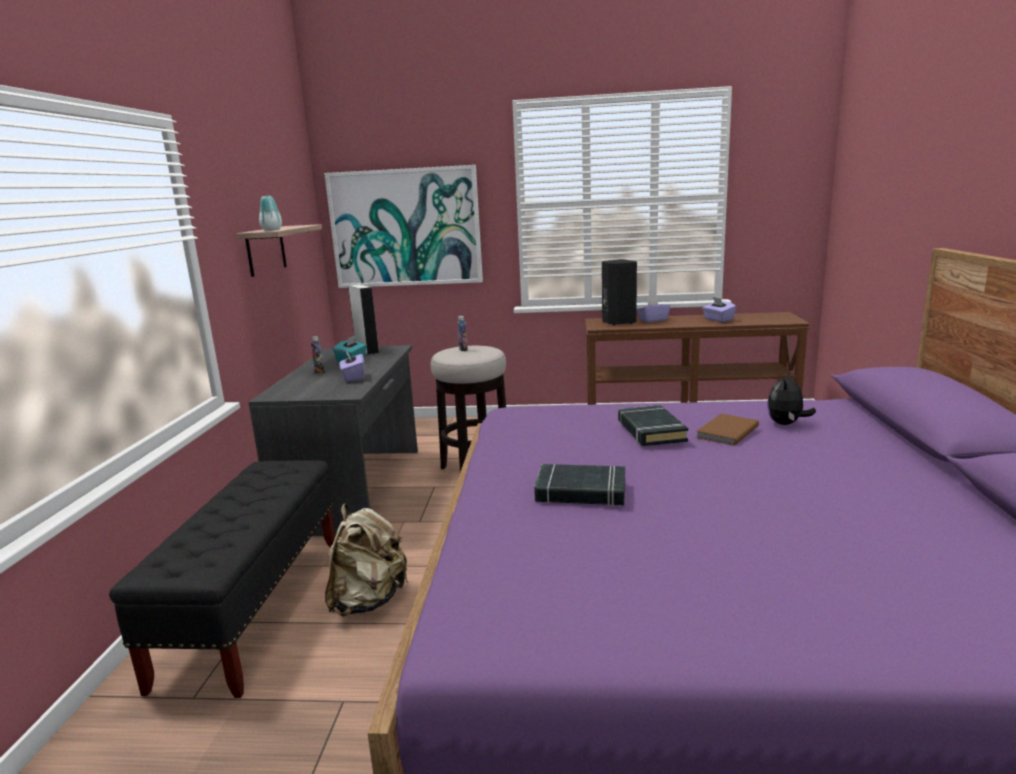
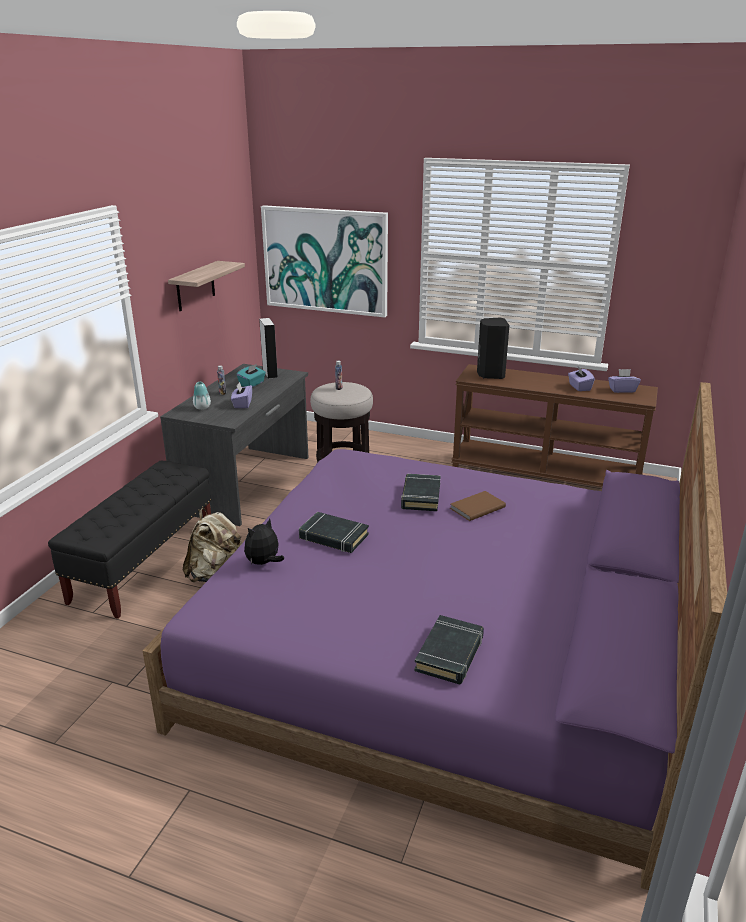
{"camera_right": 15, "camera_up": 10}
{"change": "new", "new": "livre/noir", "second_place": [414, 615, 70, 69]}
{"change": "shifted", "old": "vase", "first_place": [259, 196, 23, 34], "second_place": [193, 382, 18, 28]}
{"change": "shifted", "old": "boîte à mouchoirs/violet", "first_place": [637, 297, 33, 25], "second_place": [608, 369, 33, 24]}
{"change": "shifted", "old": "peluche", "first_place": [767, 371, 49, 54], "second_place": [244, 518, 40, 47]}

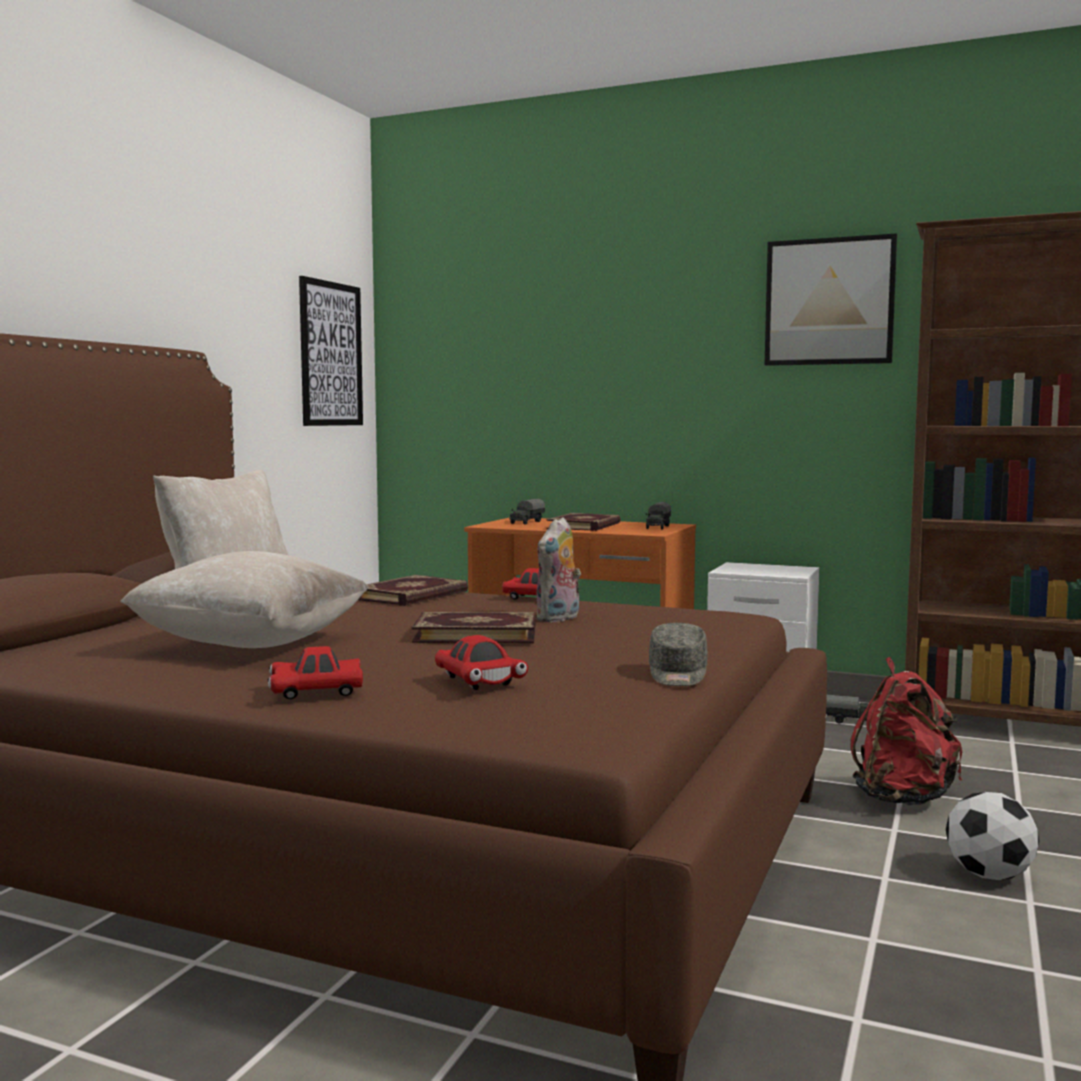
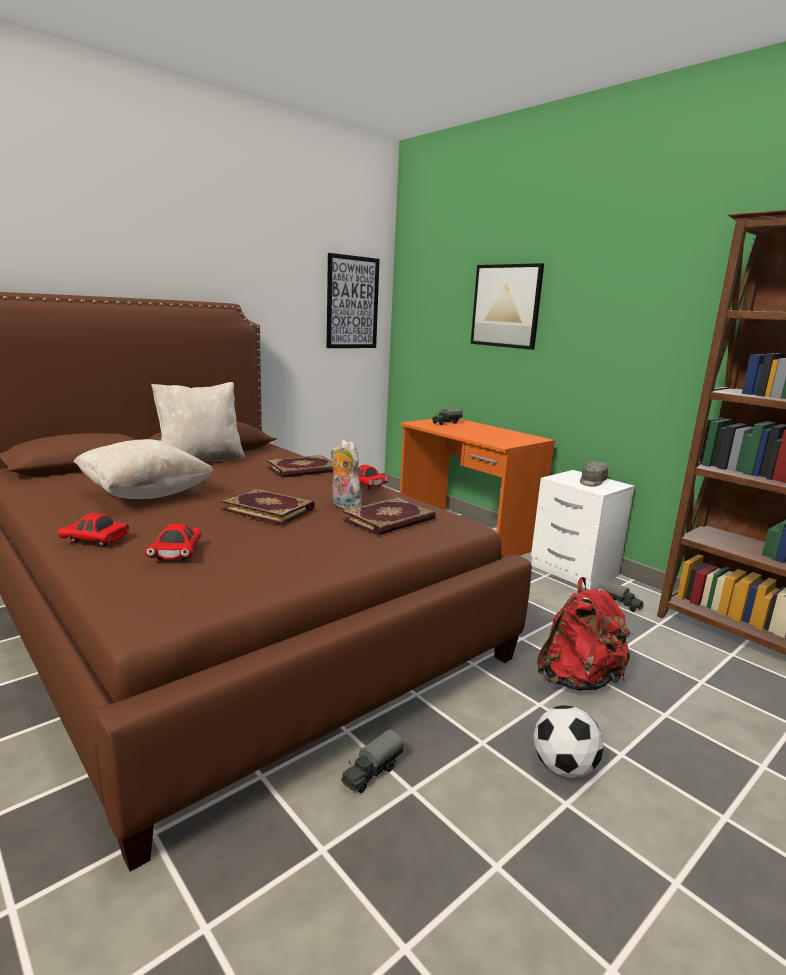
{"camera_right": 25, "camera_up": 10}
{"change": "shifted", "old": "livre", "first_place": [546, 513, 75, 18], "second_place": [342, 497, 94, 39]}
{"change": "shifted", "old": "camion jouet", "first_place": [646, 502, 25, 27], "second_place": [341, 730, 63, 63]}
{"change": "shifted", "old": "casquette/gris", "first_place": [649, 623, 59, 63], "second_place": [580, 461, 28, 26]}
{"change": "shifted", "old": "tableau", "first_place": [764, 233, 133, 133], "second_place": [471, 263, 73, 87]}
{"change": "rotated", "old": "peluche", "first_place": [536, 517, 45, 106], "second_place": [331, 440, 32, 70], "degrees": 75}

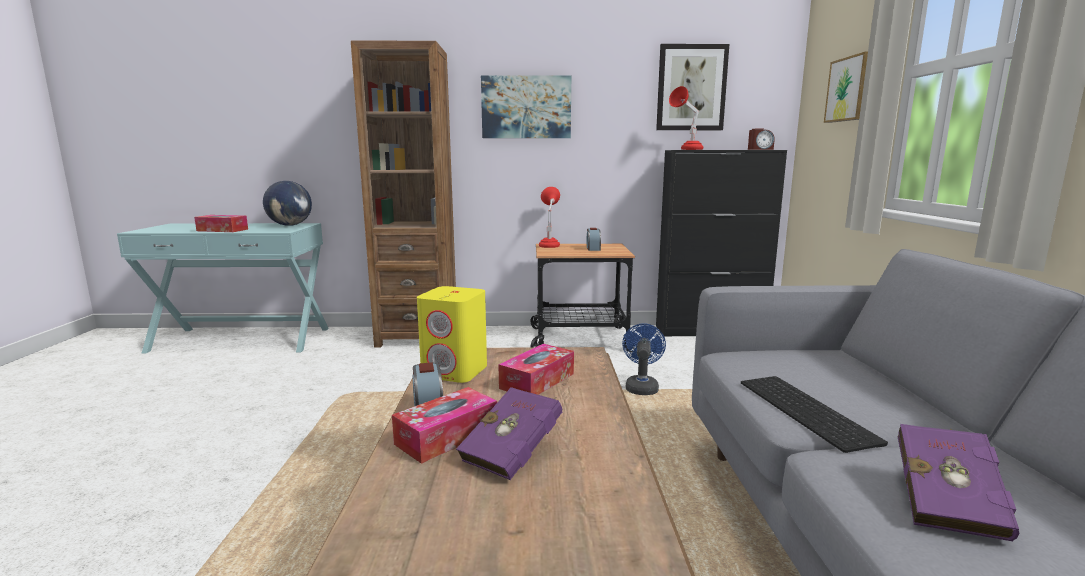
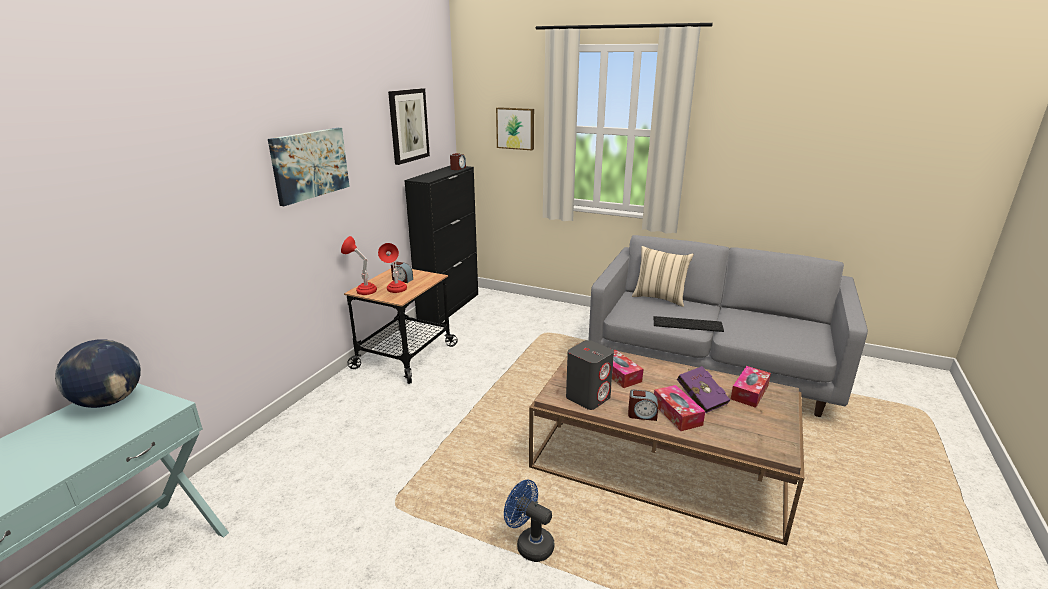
{"camera_right": -65, "camera_up": 10}
{"change": "gone", "old": "bibliothèque/marron", "first_place": [351, 40, 105, 307]}
{"change": "gone", "old": "livre/violet", "first_place": [898, 424, 121, 117]}
{"change": "new", "new": "coussin/beige", "second_place": [632, 246, 62, 61]}
{"change": "shifted", "old": "boîte à mouchoirs", "first_place": [194, 215, 54, 17], "second_place": [731, 366, 40, 42]}
{"change": "shifted", "old": "ventilateur/bleu", "first_place": [622, 323, 44, 72], "second_place": [504, 479, 50, 83]}
{"change": "shifted", "old": "lampe de table/rouge", "first_place": [669, 86, 35, 64], "second_place": [378, 243, 29, 50]}
{"change": "repainted", "old": "enceinte/jaune", "new": "enceinte/gris", "first_place": [417, 286, 70, 97], "second_place": [566, 340, 48, 70]}

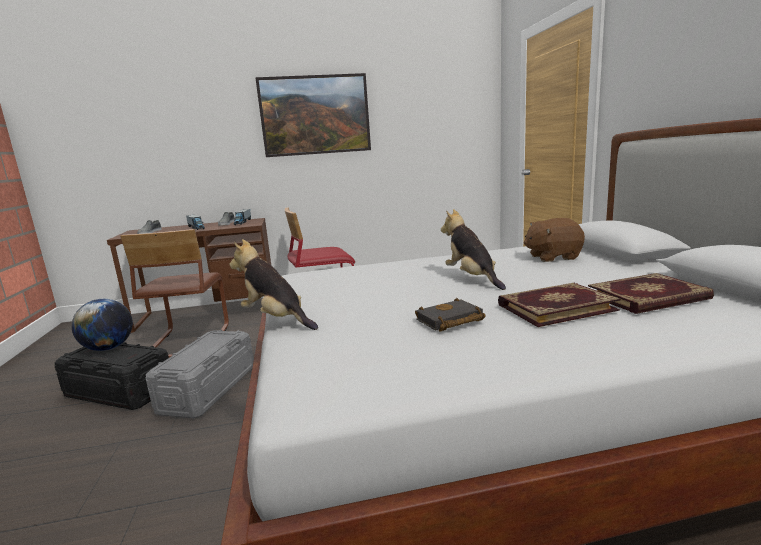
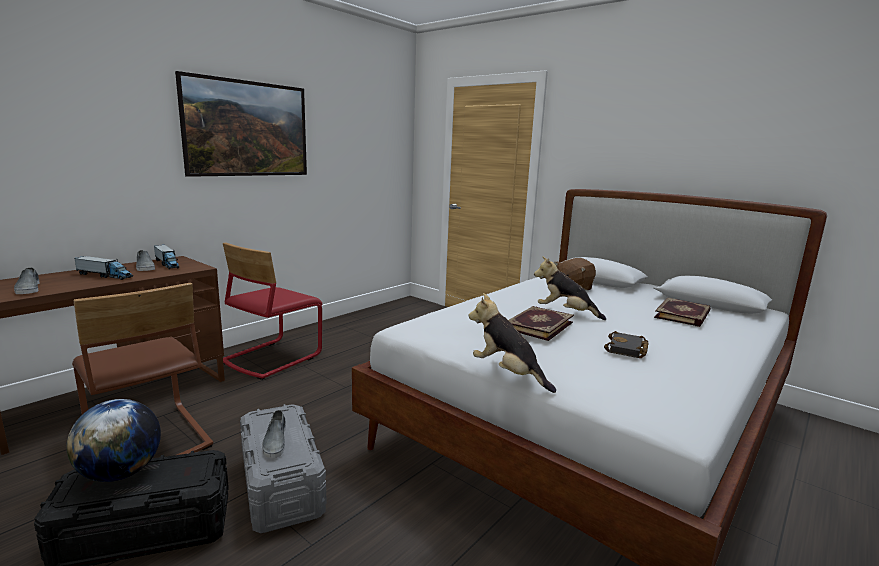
{"camera_right": -40, "camera_up": 0}
{"change": "new", "new": "chaussure/gris", "second_place": [262, 410, 24, 48]}
{"change": "shifted", "old": "livre", "first_place": [498, 283, 123, 44], "second_place": [509, 306, 65, 35]}
{"change": "rotated", "old": "peluche", "first_place": [229, 239, 89, 91], "second_place": [469, 293, 87, 100], "degrees": 45}

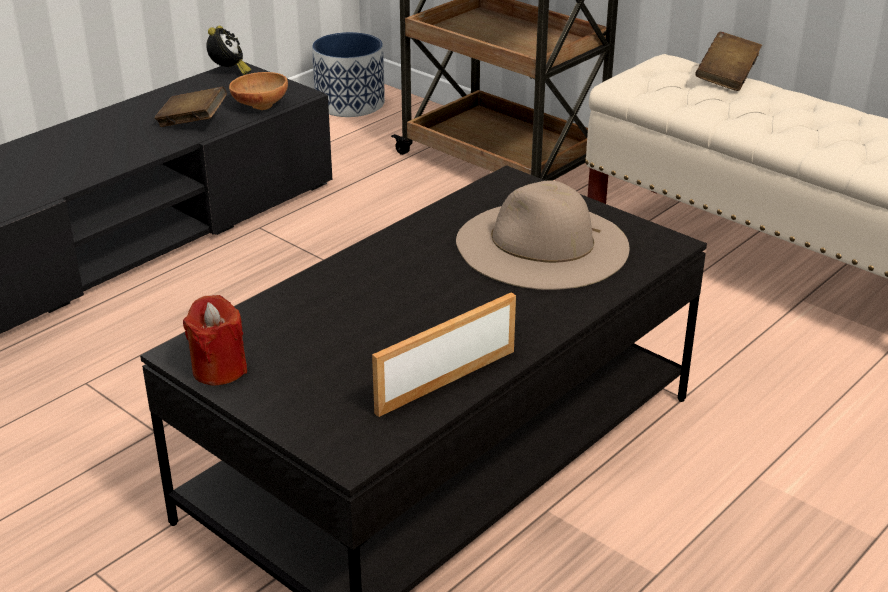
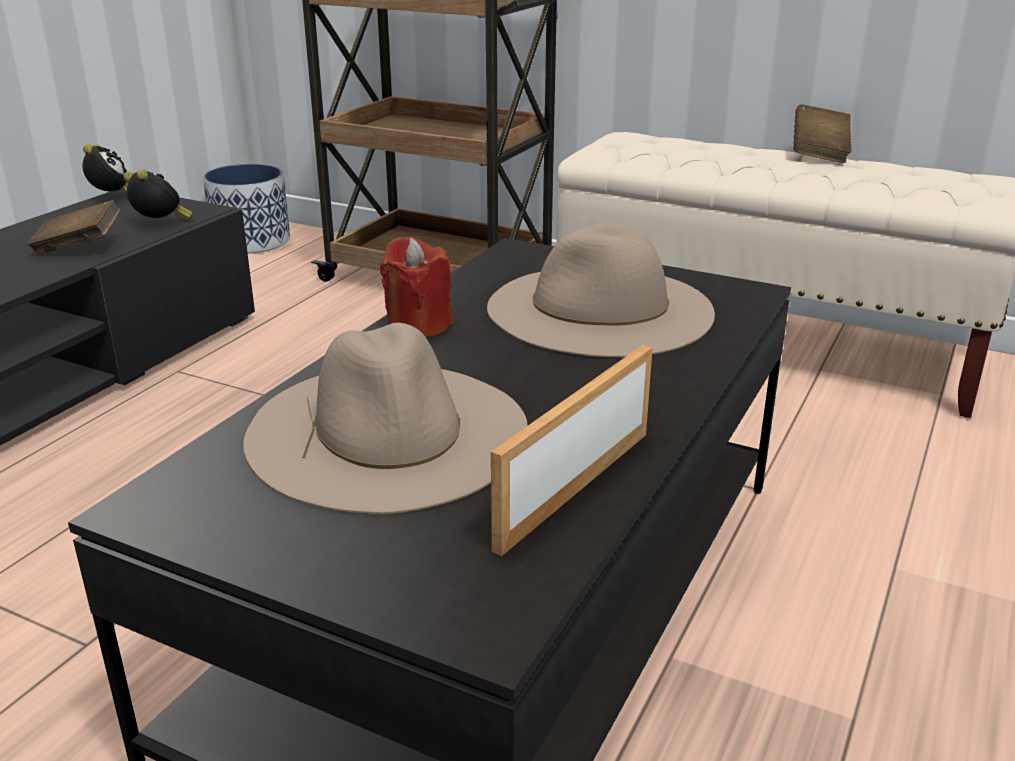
{"camera_right": -15, "camera_up": -5}
{"change": "new", "new": "chapeau/beige", "second_place": [243, 323, 285, 191]}
{"change": "shifted", "old": "bougie/rouge", "first_place": [183, 295, 64, 91], "second_place": [380, 237, 72, 100]}
{"change": "shifted", "old": "livre/marron", "first_place": [695, 32, 67, 59], "second_place": [794, 104, 58, 59]}
{"change": "swapped", "old": "bol/marron", "new": "réveil", "first_place": [229, 72, 59, 38], "second_place": [124, 169, 69, 50]}

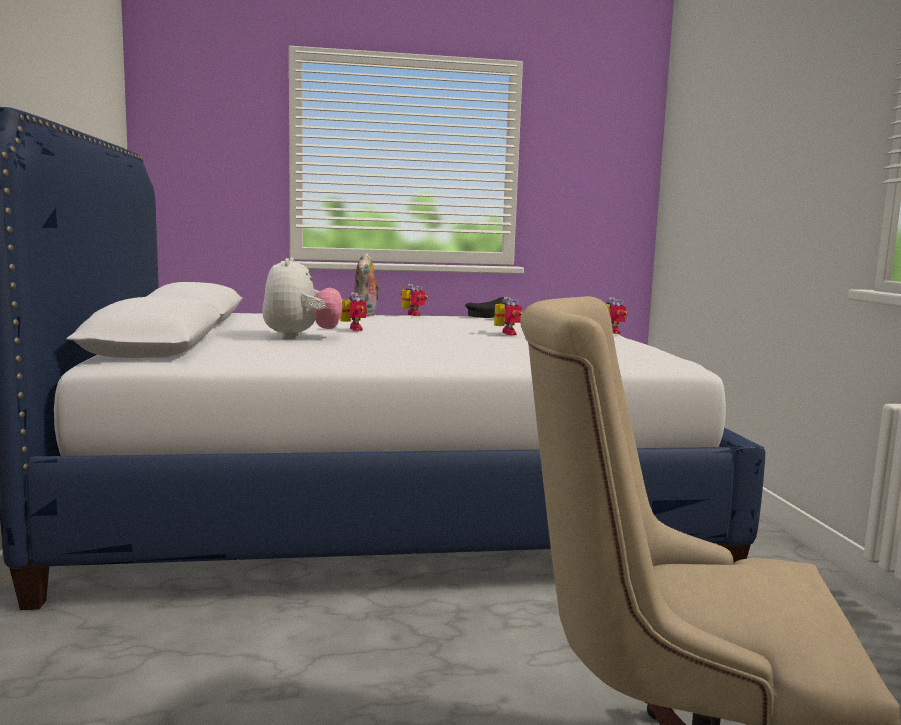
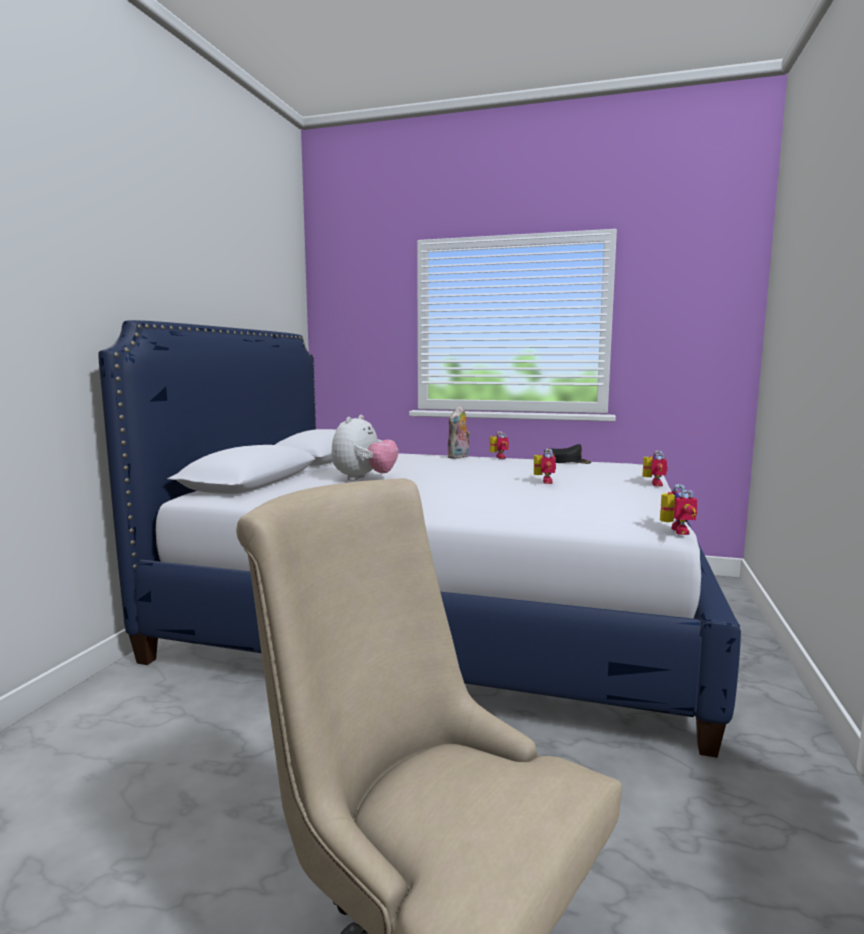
{"camera_right": 25, "camera_up": 0}
{"change": "shifted", "old": "robot jouet", "first_place": [340, 292, 27, 39], "second_place": [660, 484, 38, 51]}

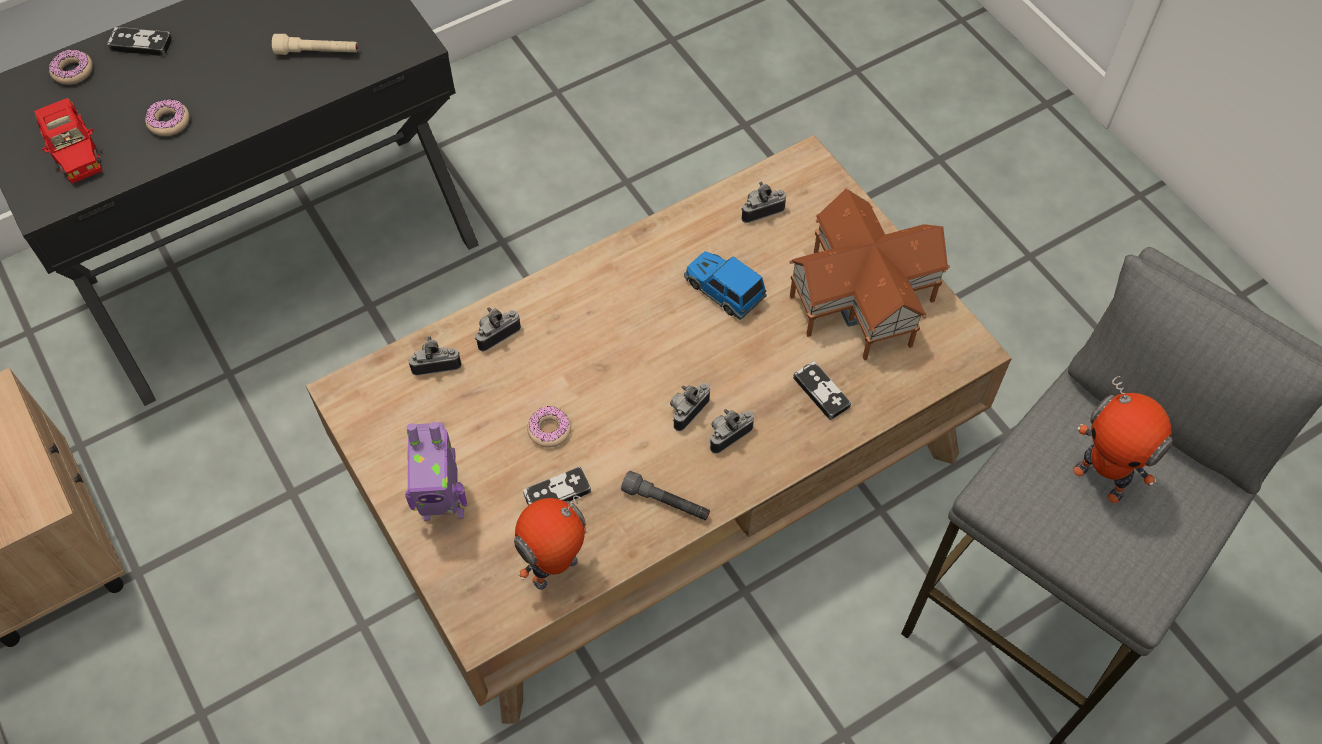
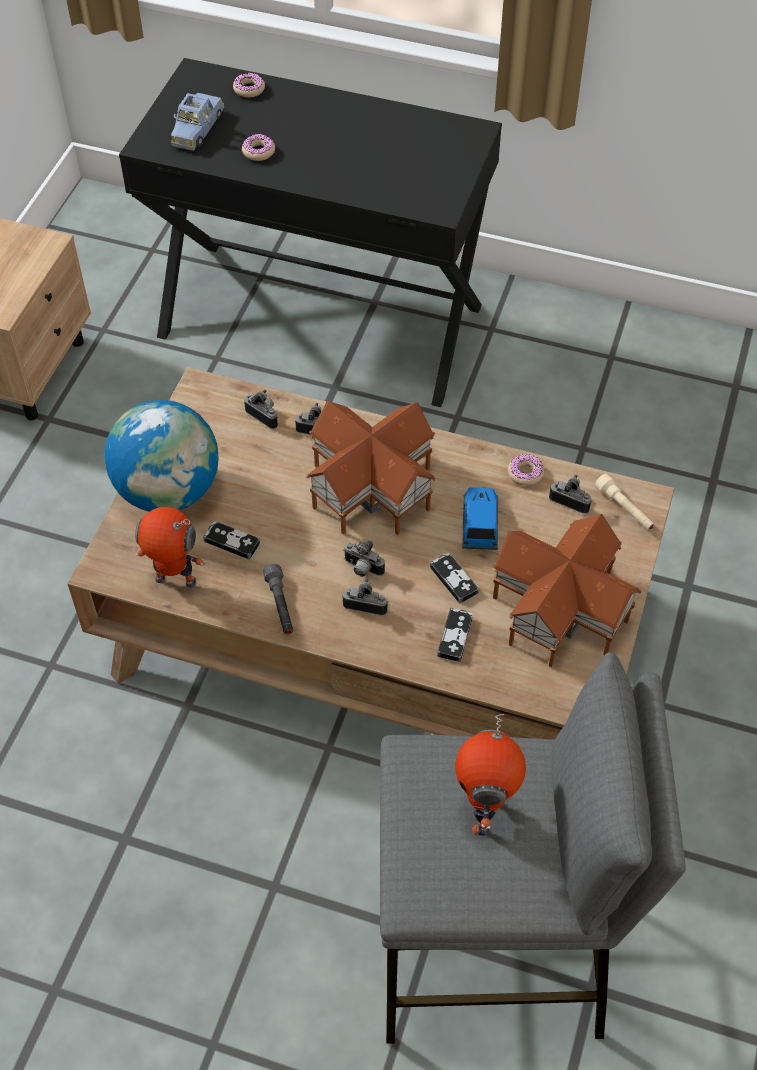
{"camera_right": 50, "camera_up": -5}
{"change": "new", "new": "maison miniature", "second_place": [306, 401, 130, 134]}
{"change": "shifted", "old": "manette", "first_place": [107, 27, 65, 29], "second_place": [430, 553, 49, 51]}
{"change": "shifted", "old": "lampe de poche/beige", "first_place": [272, 34, 86, 21], "second_place": [595, 474, 60, 57]}
{"change": "shifted", "old": "beignet", "first_place": [527, 406, 44, 42], "second_place": [508, 454, 36, 32]}
{"change": "swapped", "old": "robot jouet", "new": "globe", "first_place": [405, 422, 62, 99], "second_place": [104, 400, 115, 112]}
{"change": "repainted", "old": "petite voiture/rouge", "new": "petite voiture/bleu", "first_place": [34, 98, 68, 85], "second_place": [171, 93, 53, 58]}
{"change": "rotated", "old": "appareil photo", "first_place": [670, 383, 40, 48], "second_place": [343, 540, 42, 37], "degrees": -150}

